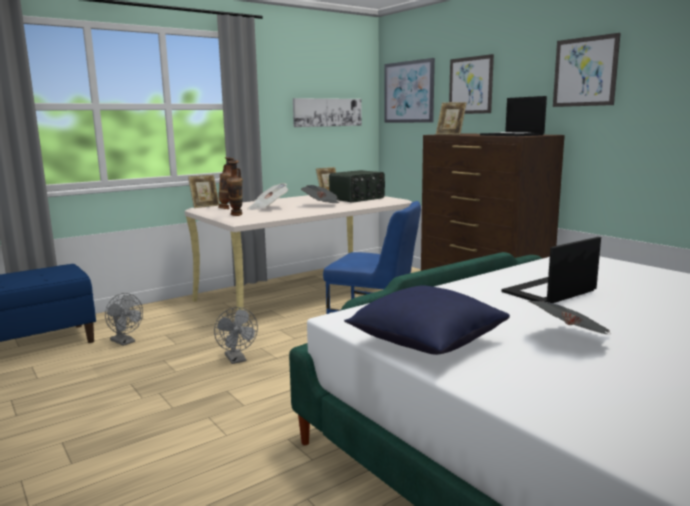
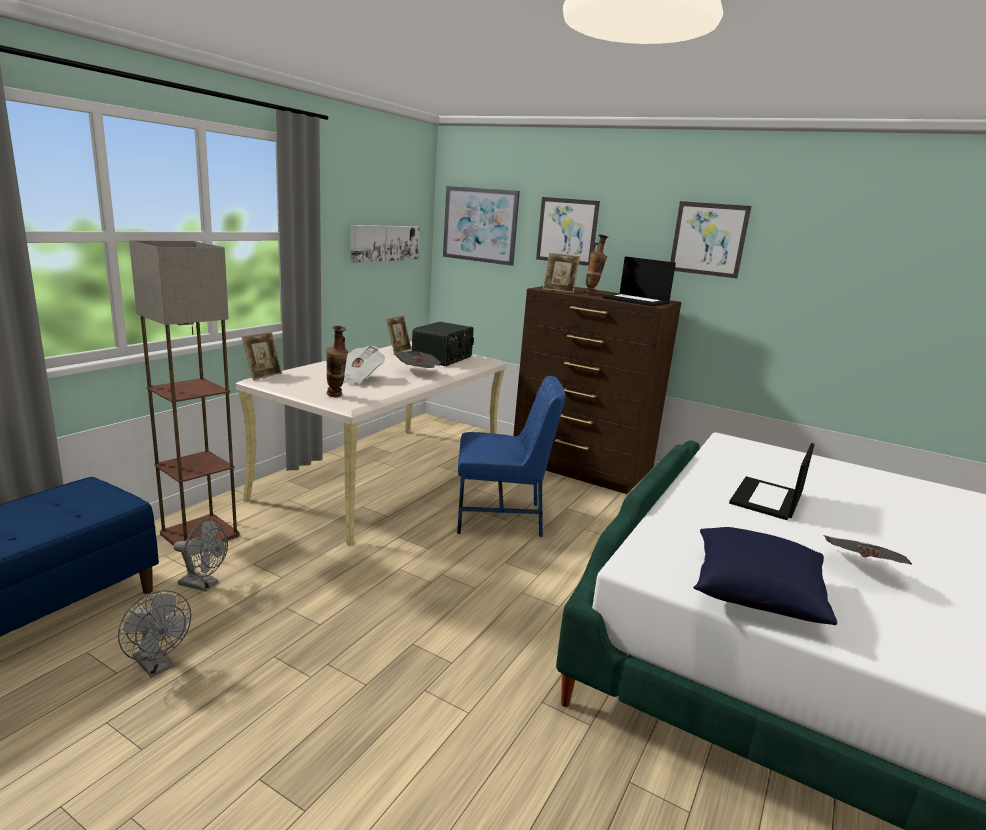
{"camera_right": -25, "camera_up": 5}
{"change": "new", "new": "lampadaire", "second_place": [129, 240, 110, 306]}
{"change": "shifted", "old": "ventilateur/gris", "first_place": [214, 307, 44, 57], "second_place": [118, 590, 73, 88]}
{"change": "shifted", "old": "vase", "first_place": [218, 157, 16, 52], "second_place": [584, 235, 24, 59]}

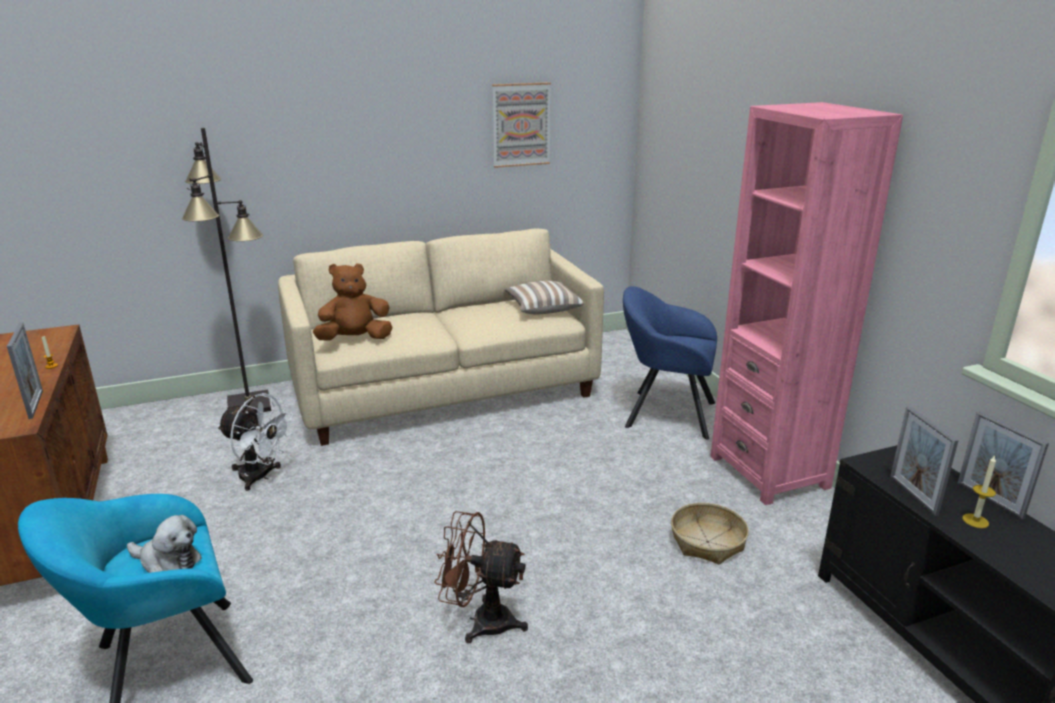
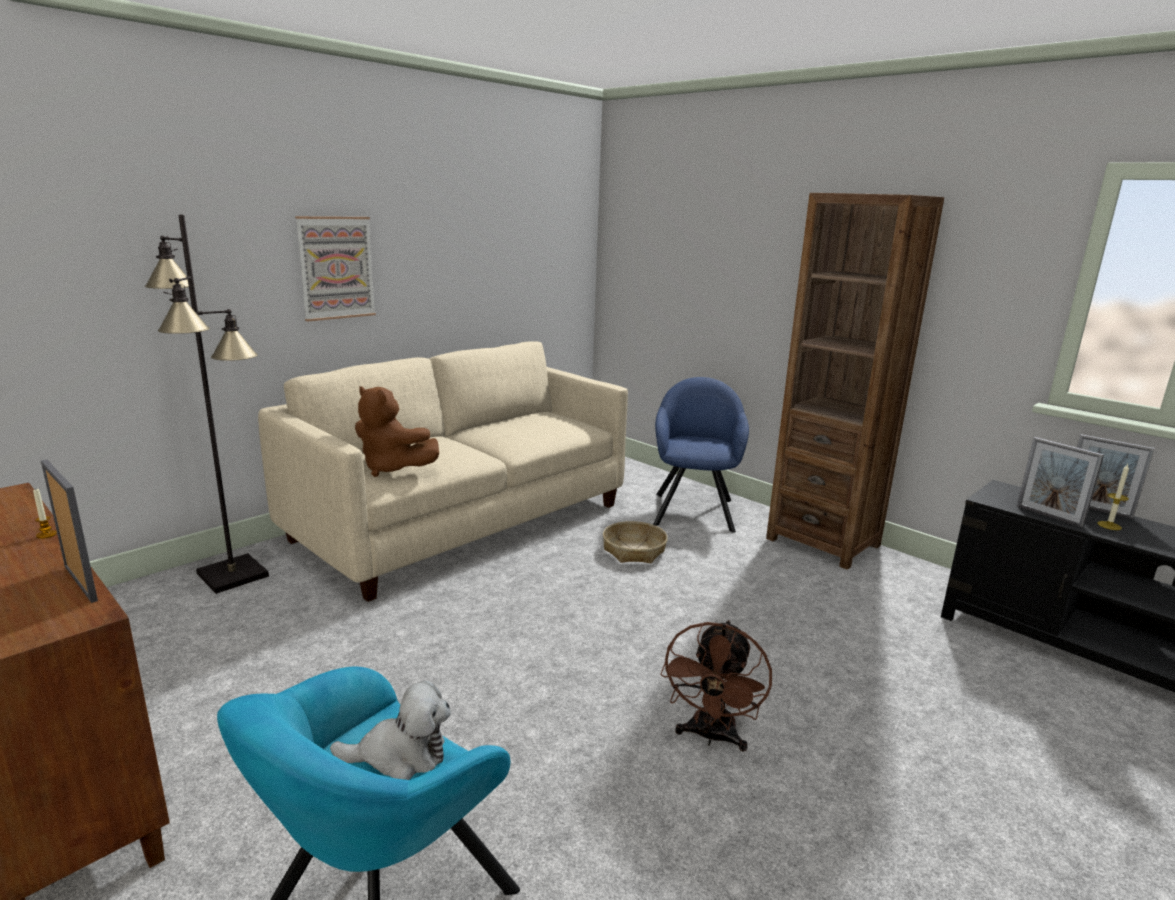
{"camera_right": -25, "camera_up": -5}
{"change": "gone", "old": "ventilateur/blanc", "first_place": [217, 393, 76, 98]}
{"change": "gone", "old": "coussin", "first_place": [504, 281, 80, 33]}
{"change": "shifted", "old": "tableau", "first_place": [492, 82, 59, 86], "second_place": [295, 216, 81, 106]}
{"change": "shifted", "old": "panier", "first_place": [671, 503, 78, 62], "second_place": [603, 521, 65, 42]}
{"change": "repainted", "old": "bibliothèque/rose", "new": "bibliothèque/marron", "first_place": [710, 102, 193, 403], "second_place": [766, 193, 178, 377]}
{"change": "rotated", "old": "peluche/marron", "first_place": [313, 263, 80, 77], "second_place": [355, 386, 84, 91], "degrees": -105}
{"change": "rotated", "old": "ventilateur/marron", "first_place": [434, 511, 94, 132], "second_place": [660, 620, 112, 132], "degrees": -60}
{"change": "rotated", "old": "fauteuil/bleu", "first_place": [623, 286, 94, 154], "second_place": [653, 377, 96, 156], "degrees": 105}

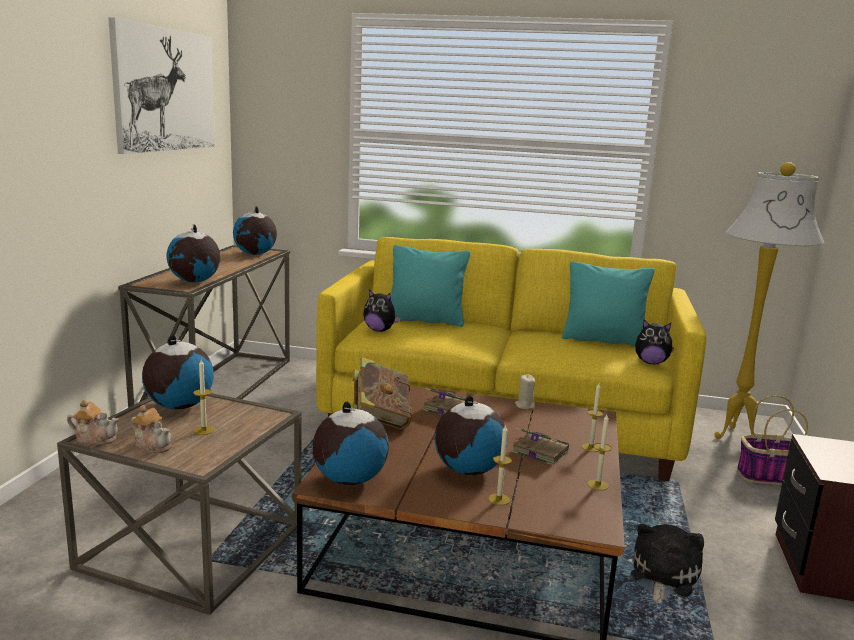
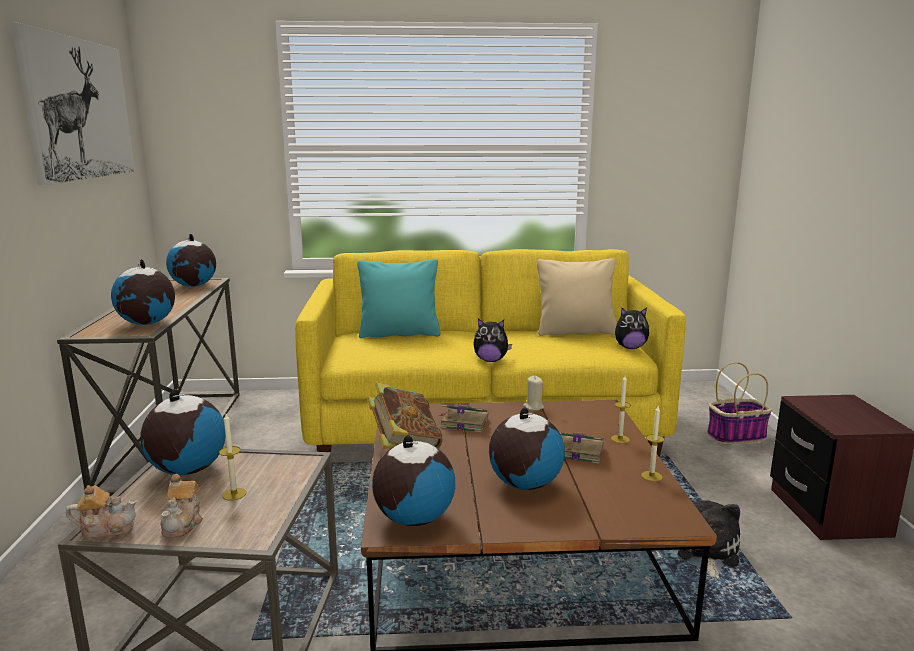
{"camera_right": -15, "camera_up": 0}
{"change": "gone", "old": "bougie", "first_place": [488, 424, 24, 81]}
{"change": "gone", "old": "lampadaire/blanc", "first_place": [714, 162, 110, 277]}
{"change": "shifted", "old": "peluche", "first_place": [363, 289, 38, 43], "second_place": [473, 318, 39, 44]}
{"change": "repainted", "old": "coussin/turquoise", "new": "coussin/beige", "first_place": [562, 261, 92, 85], "second_place": [537, 258, 80, 78]}
{"change": "rotated", "old": "théière", "first_place": [131, 405, 41, 49], "second_place": [160, 474, 43, 64], "degrees": 75}

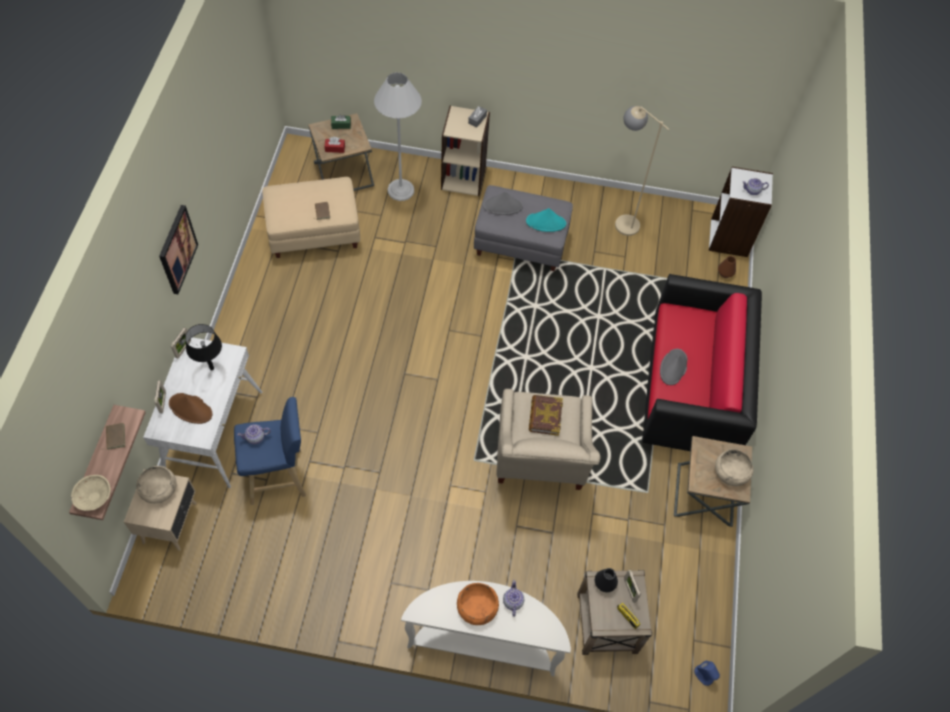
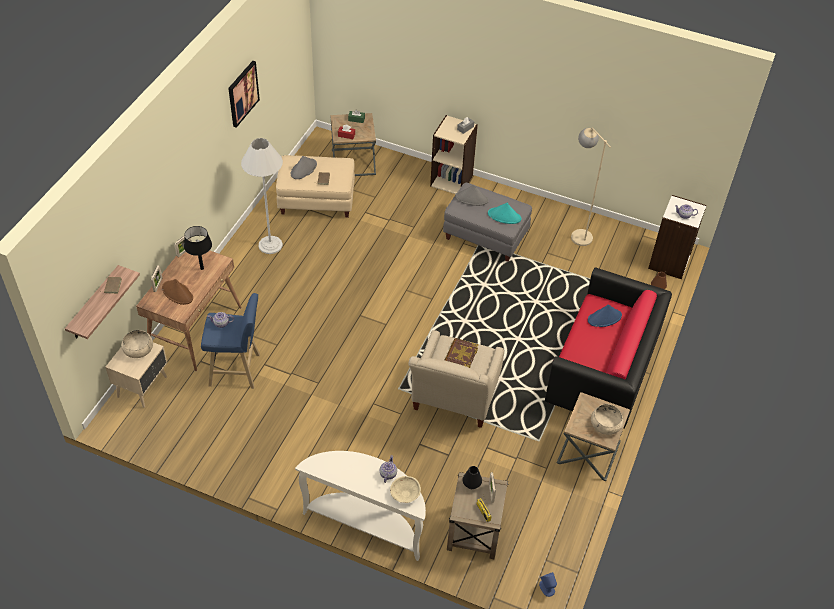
{"camera_right": 15, "camera_up": -10}
{"change": "gone", "old": "bol/orange", "first_place": [457, 583, 42, 42]}
{"change": "new", "new": "chapeau/bleu", "second_place": [588, 304, 34, 23]}
{"change": "shifted", "old": "bol/beige", "first_place": [71, 475, 40, 36], "second_place": [390, 476, 31, 27]}
{"change": "shifted", "old": "tableau", "first_place": [159, 205, 39, 89], "second_place": [228, 61, 32, 67]}
{"change": "shifted", "old": "lampadaire/blanc", "first_place": [374, 72, 48, 129], "second_place": [241, 138, 42, 116]}
{"change": "shifted", "old": "chapeau/gris", "first_place": [660, 349, 27, 36], "second_place": [291, 156, 26, 23]}
{"change": "repainted", "old": "bureau/blanc", "new": "bureau/marron", "first_place": [143, 337, 119, 151], "second_place": [136, 251, 106, 120]}

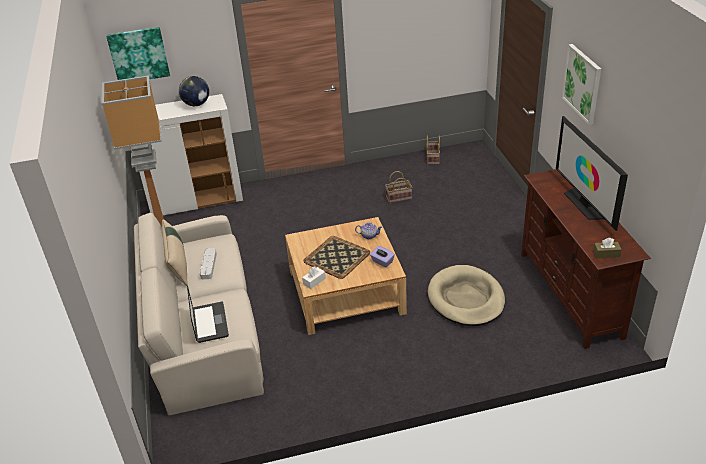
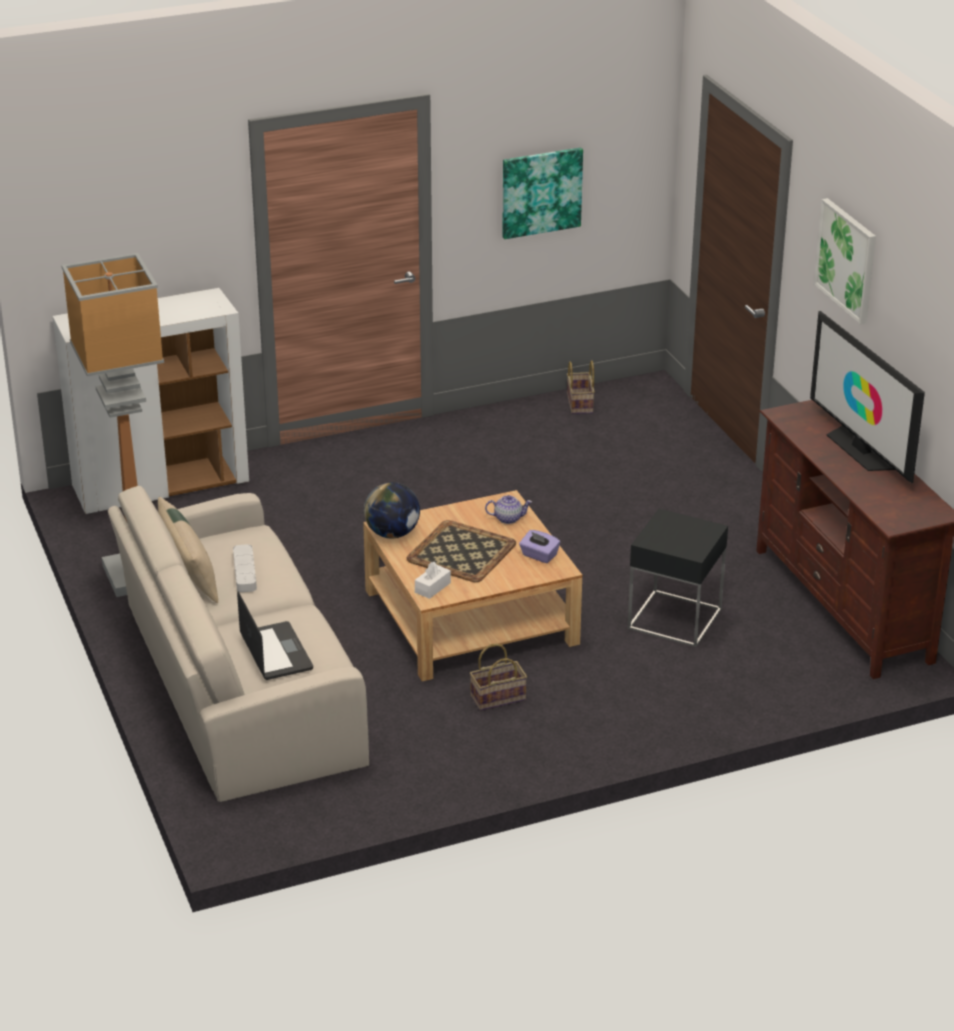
{"camera_right": -10, "camera_up": -5}
{"change": "gone", "old": "boîte à mouchoirs/marron", "first_place": [593, 238, 29, 21]}
{"change": "shifted", "old": "tableau", "first_place": [106, 27, 64, 53], "second_place": [502, 148, 81, 91]}
{"change": "shifted", "old": "globe", "first_place": [179, 76, 30, 30], "second_place": [364, 482, 56, 56]}
{"change": "shifted", "old": "panier", "first_place": [385, 171, 27, 32], "second_place": [470, 643, 57, 68]}
{"change": "swapped", "old": "panier pour chien/beige", "new": "table d'appoint/noir", "first_place": [428, 265, 77, 61], "second_place": [628, 509, 100, 138]}

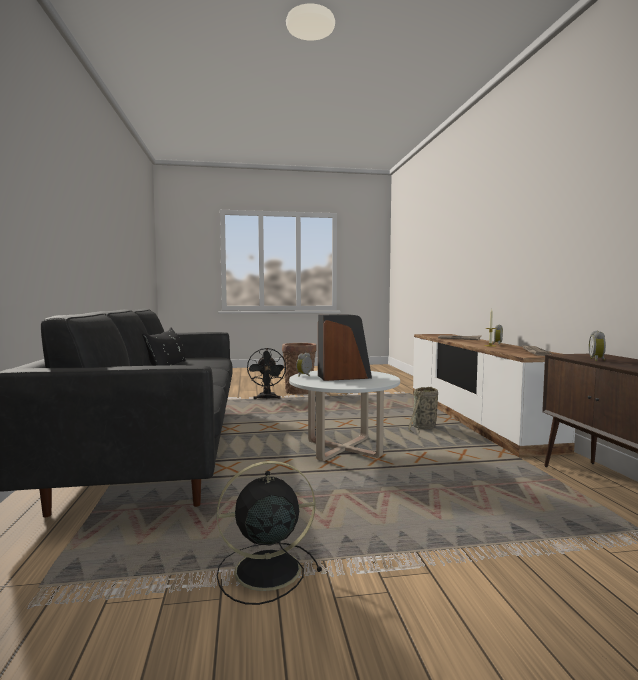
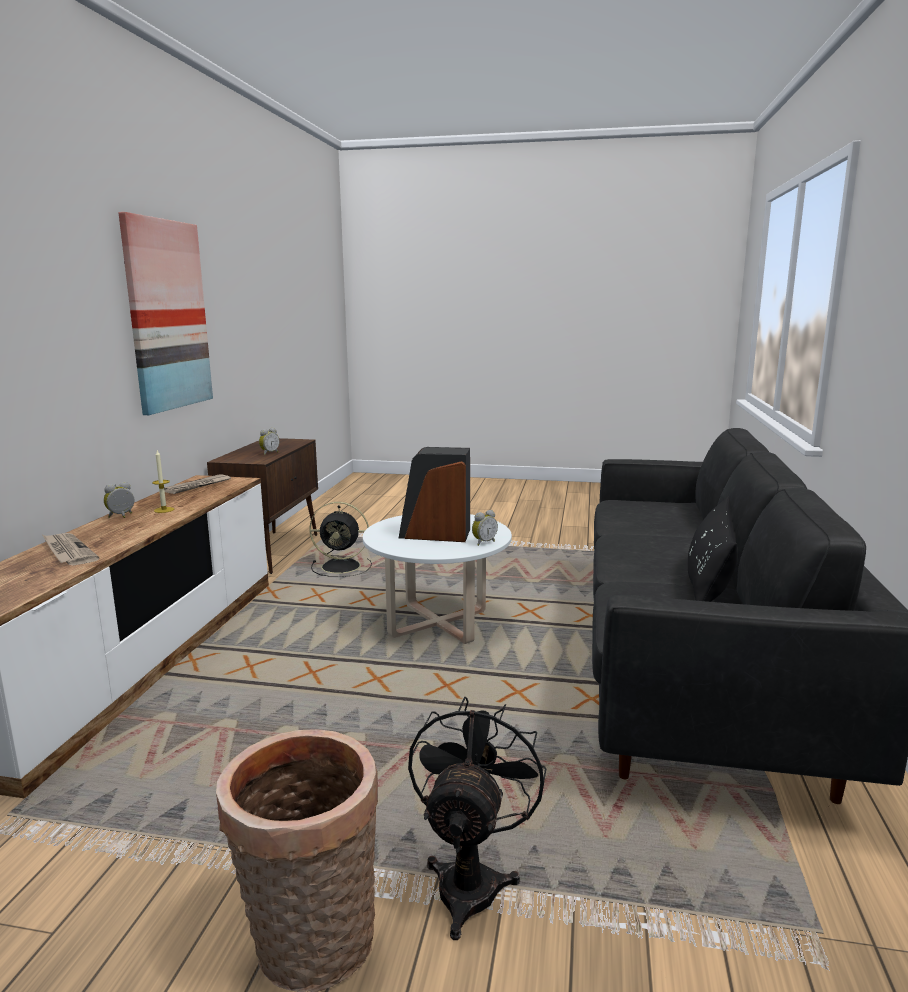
{"camera_right": -160, "camera_up": 10}
{"change": "gone", "old": "panier", "first_place": [408, 387, 30, 47]}
{"change": "new", "new": "tableau", "second_place": [118, 212, 95, 203]}
{"change": "shifted", "old": "ventilateur/noir", "first_place": [217, 461, 105, 144], "second_place": [309, 502, 63, 75]}

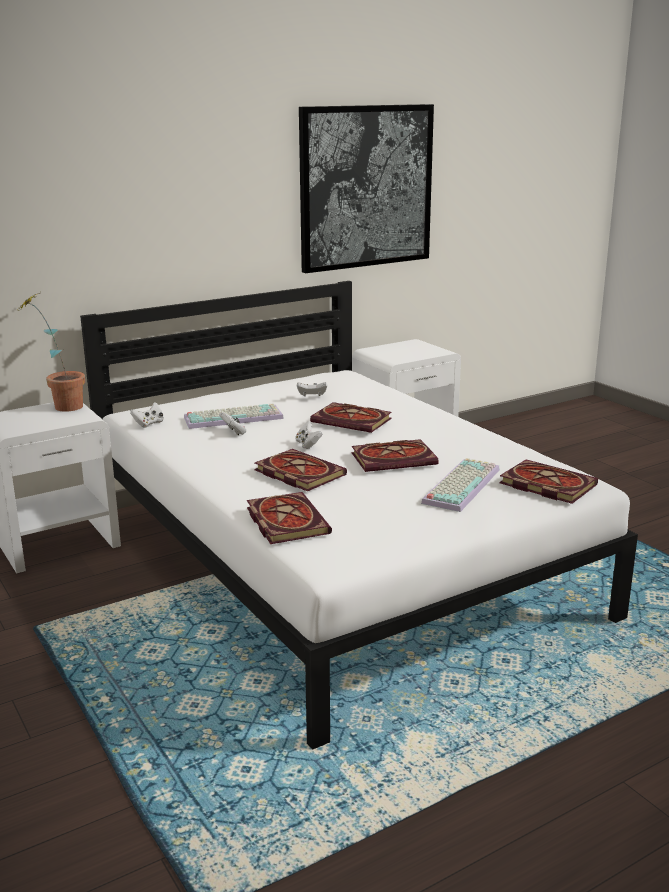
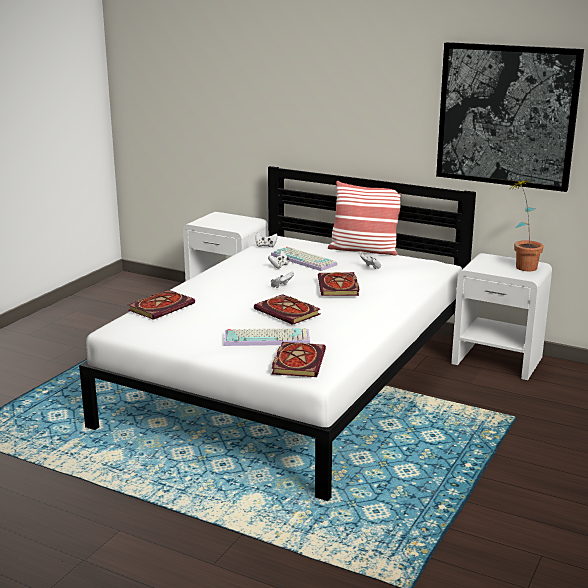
{"camera_right": 60, "camera_up": 0}
{"change": "gone", "old": "livre", "first_place": [254, 449, 93, 42]}
{"change": "new", "new": "coussin", "second_place": [328, 181, 74, 75]}
{"change": "shifted", "old": "plante en pot", "first_place": [19, 293, 66, 119], "second_place": [511, 179, 33, 92]}

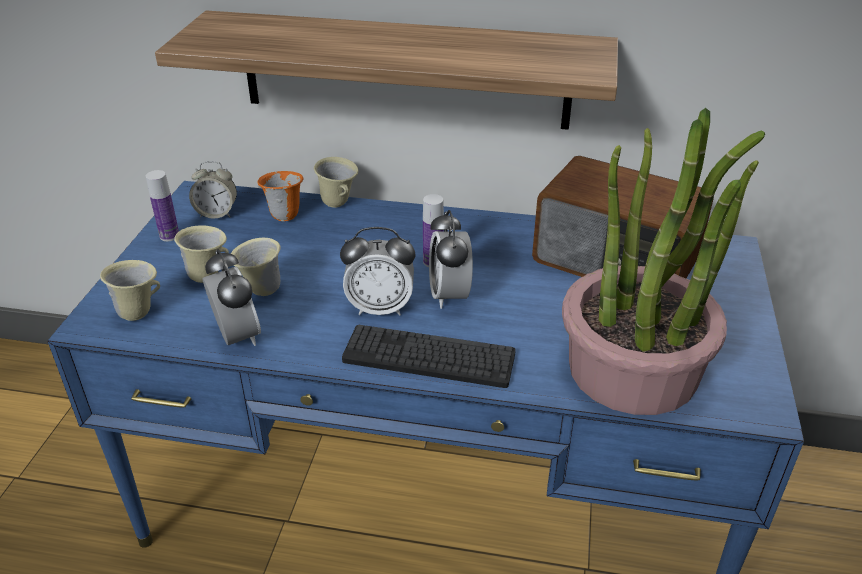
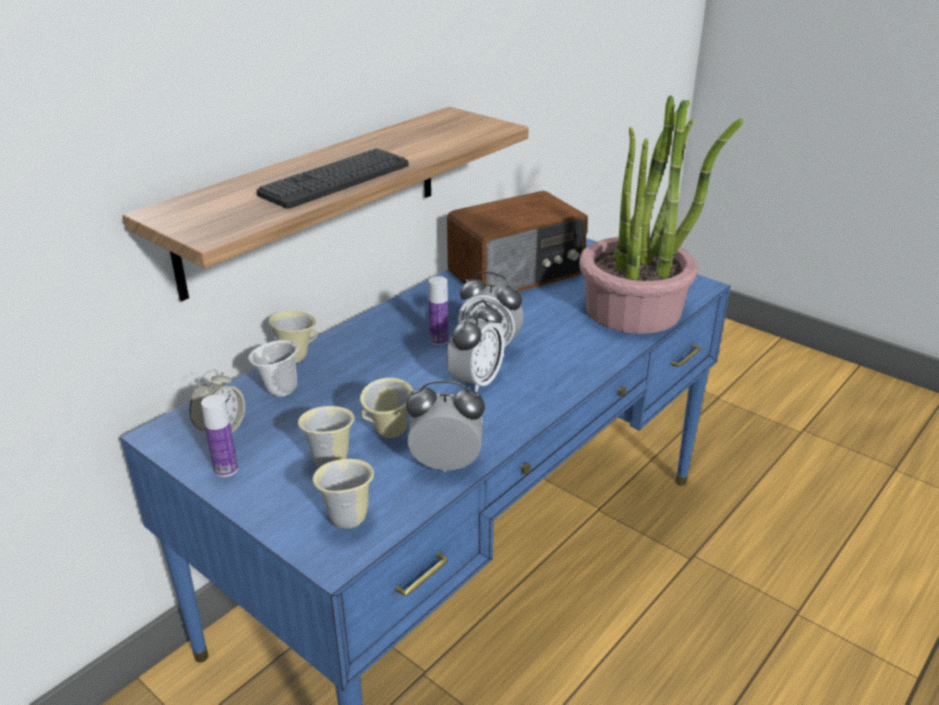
{"camera_right": -60, "camera_up": -5}
{"change": "shifted", "old": "clavier", "first_place": [342, 324, 174, 64], "second_place": [256, 148, 153, 61]}
{"change": "repainted", "old": "mug/orange", "new": "mug/blanc", "first_place": [258, 171, 46, 50], "second_place": [248, 340, 50, 56]}

